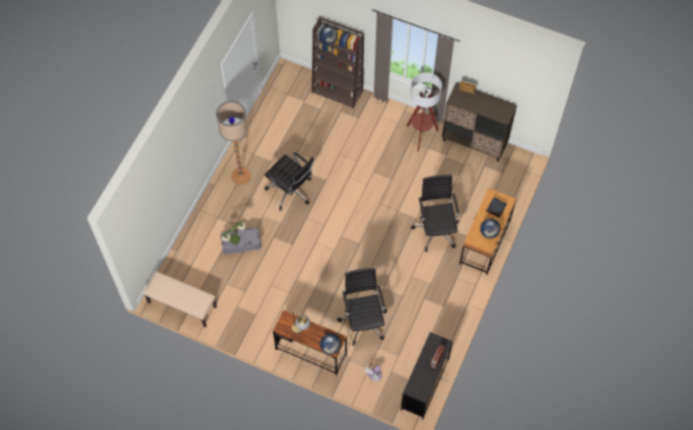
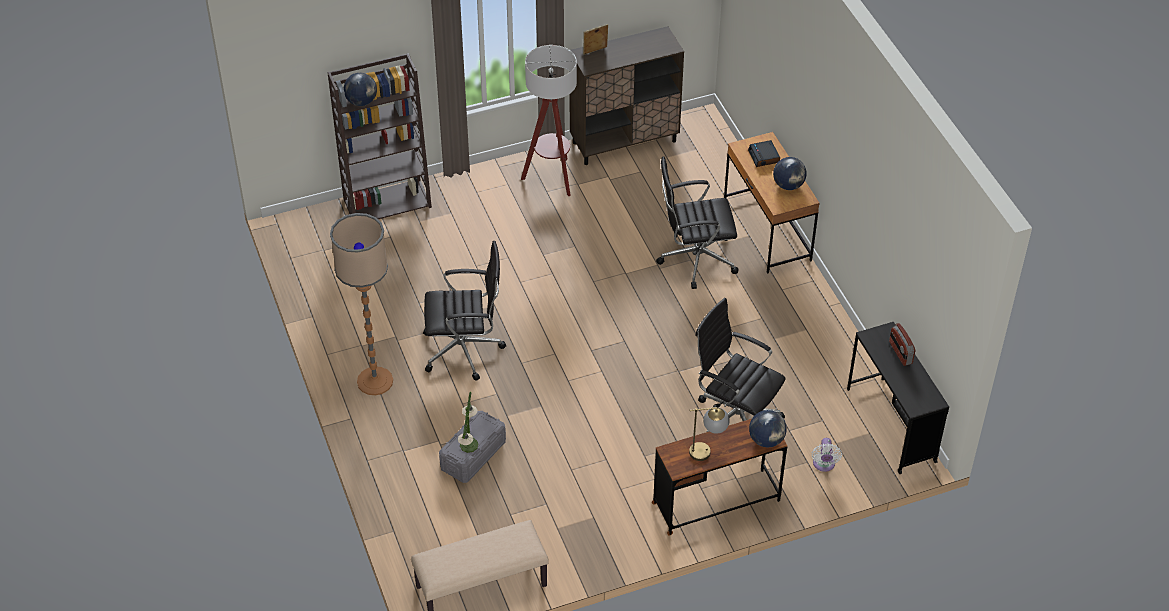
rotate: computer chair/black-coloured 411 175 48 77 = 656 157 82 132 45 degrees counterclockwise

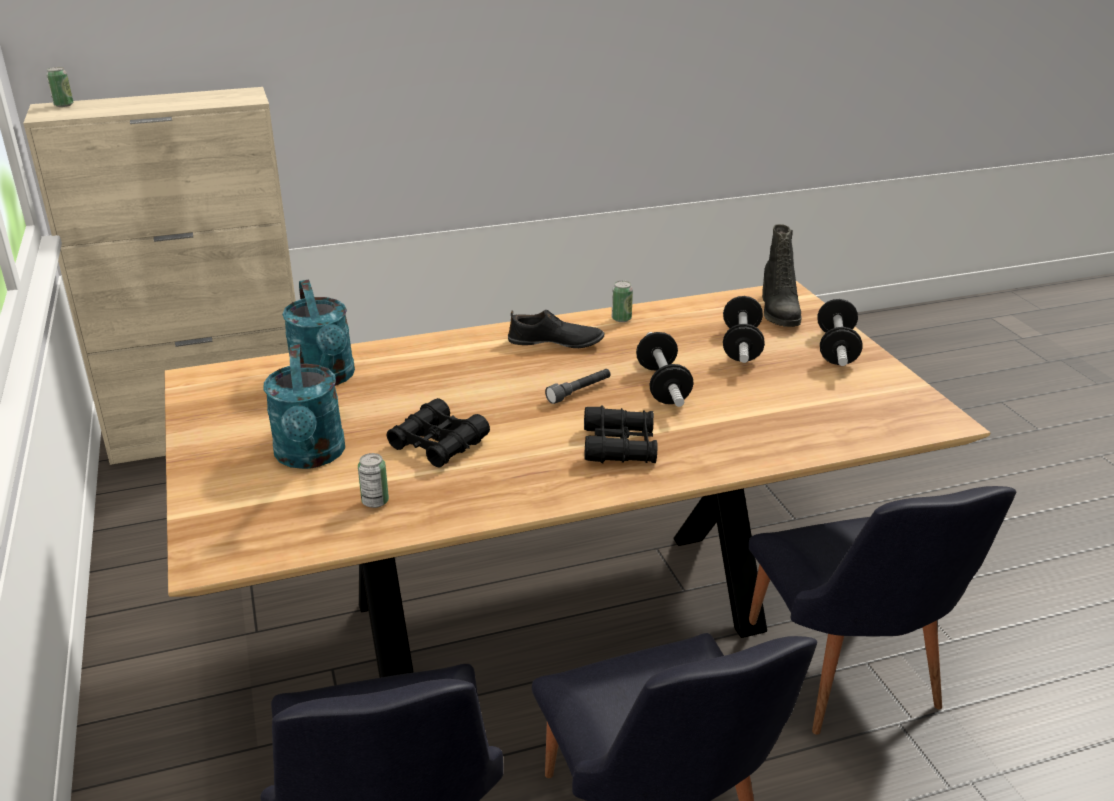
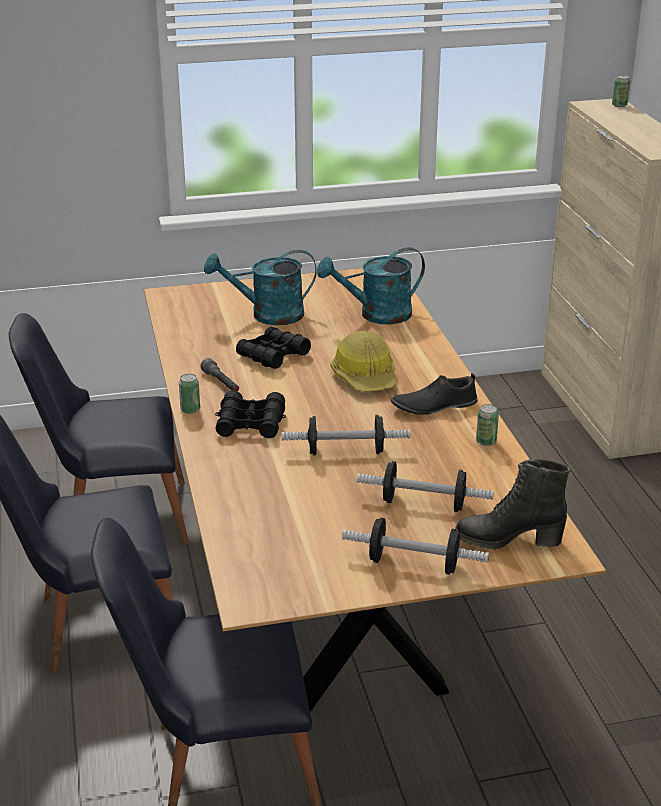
insert: hard hat 330 331 66 60
move: sealed can 358 453 31 55 to 179 374 21 40; hand torch/greyish 545 369 66 35 to 200 358 39 34
rotate: item of footwear/black-coloured 508 310 96 38 = 391 373 87 42 60 degrees clockwise

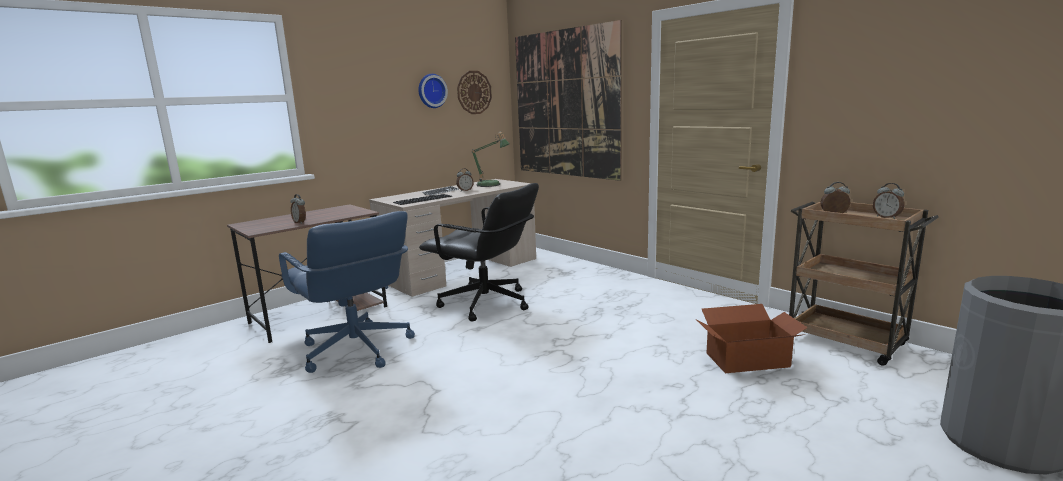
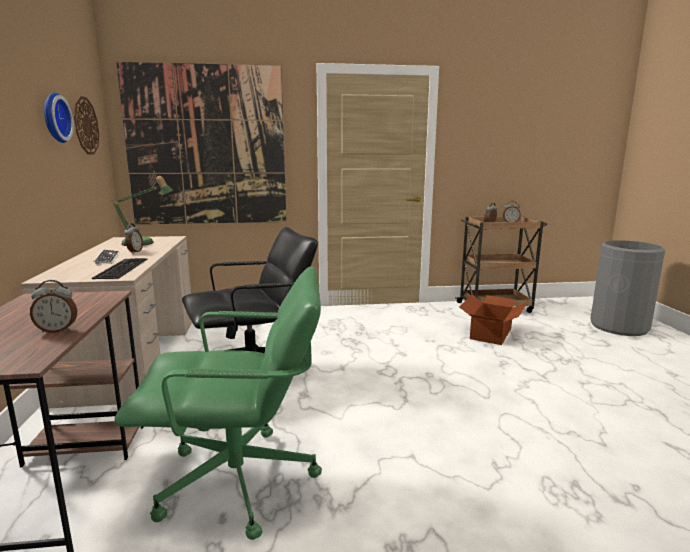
recolor: computer chair/bluish 279 211 136 162 to computer chair/green-coloured 114 266 208 274

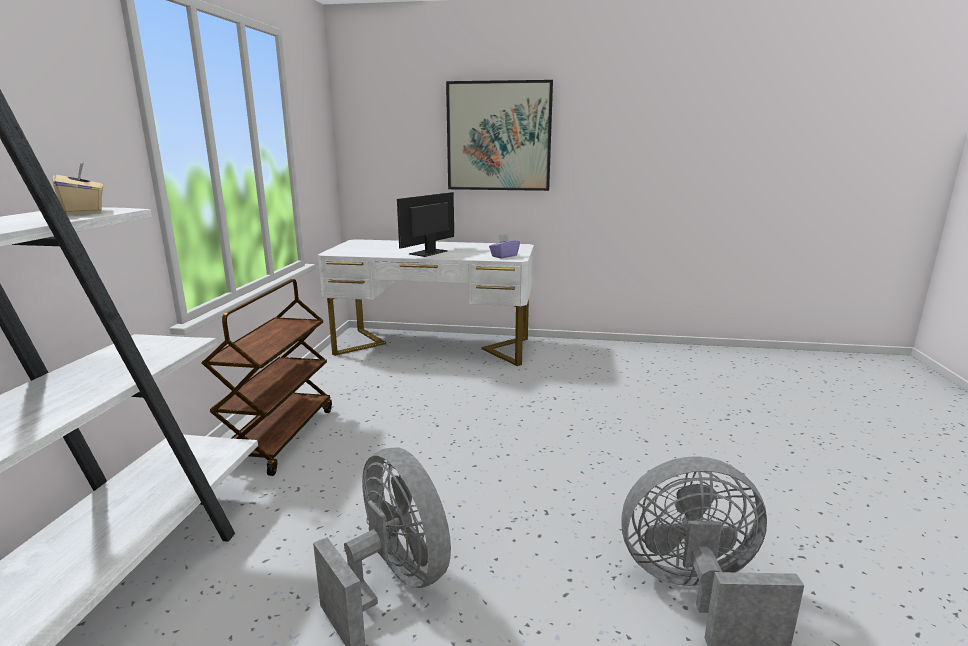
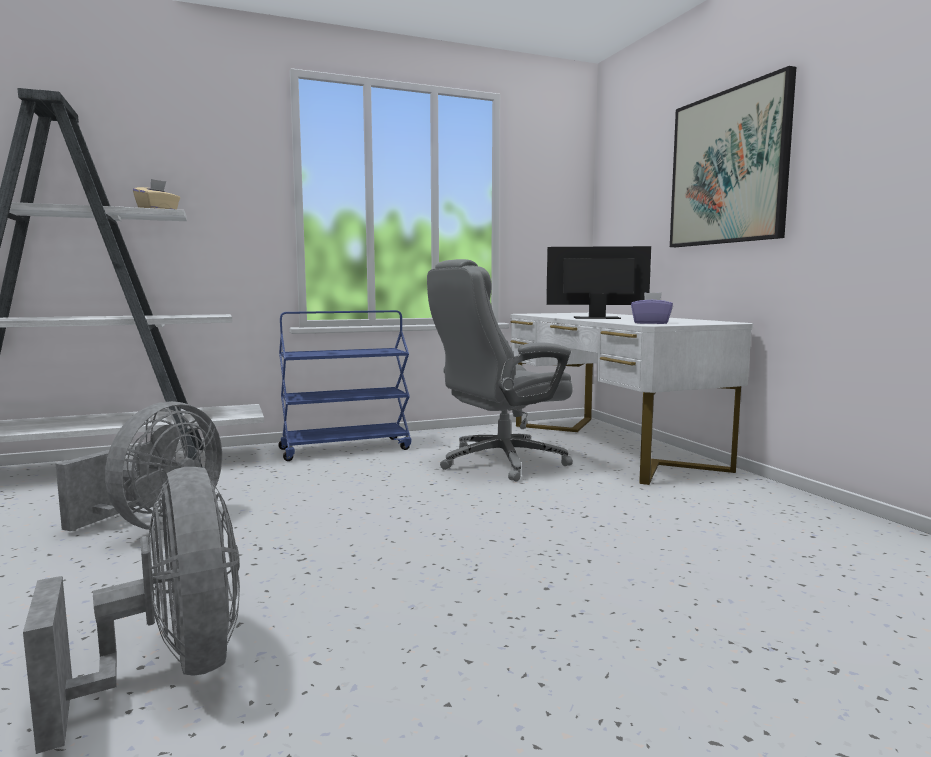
insert: computer chair/greyish 427 259 146 222
recolor: wheeled cart/brownish 202 279 130 197 to wheeled cart/bluish 278 310 134 151

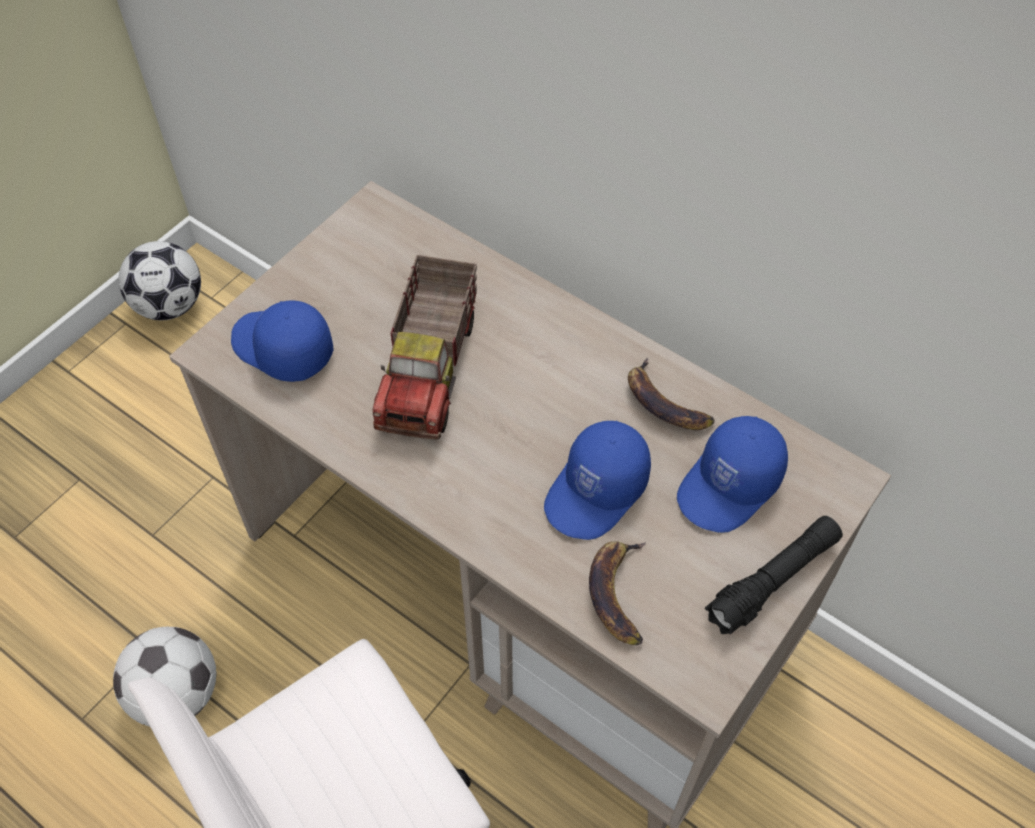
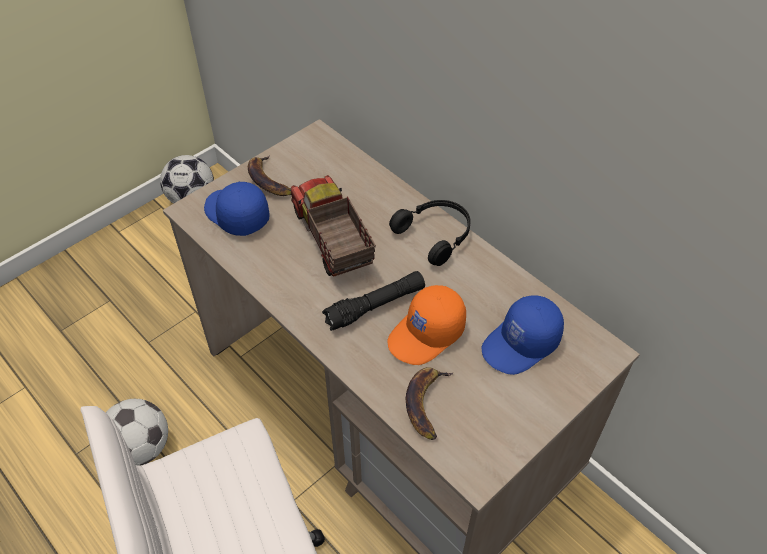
insert: pair of headphones/black-coloured 389 200 82 66
move: banana fruit 628 358 87 72 to 248 156 43 40; hand torch/black-coloured 705 516 138 118 to 322 271 103 60
recolor: baseball cap/bluish 544 421 107 119 to baseball cap/orange-coloured 387 285 79 80
rotate: toy truck 373 255 104 185 = 291 175 85 101 135 degrees clockwise

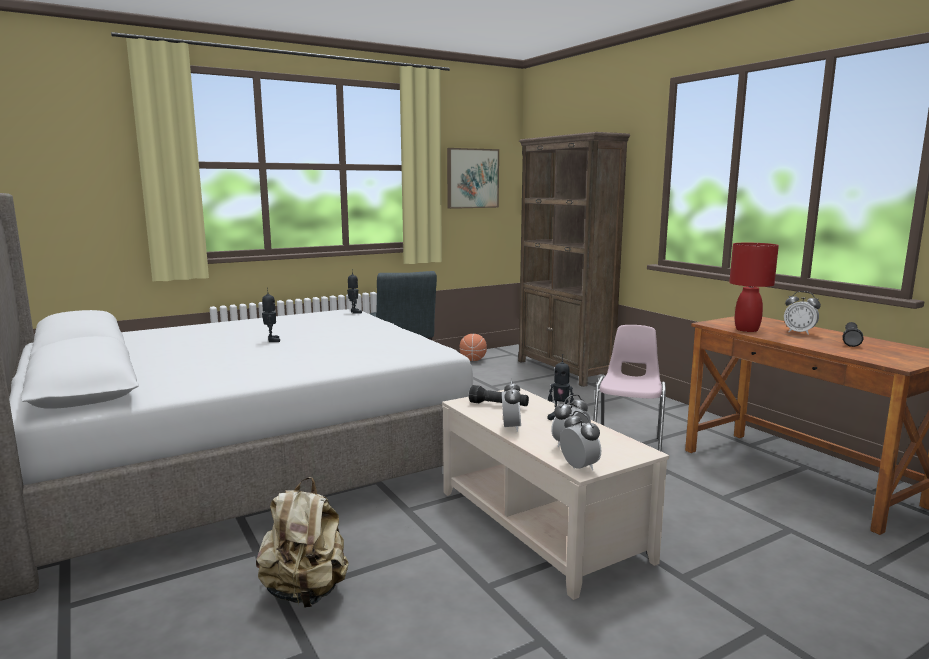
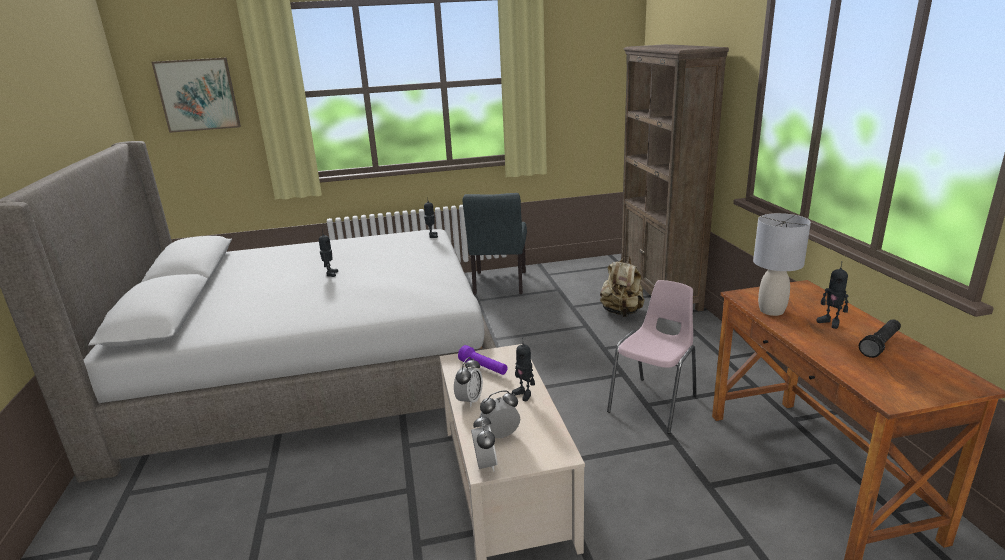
delete: basketball ball 460 334 27 27
move: knapsack/beige 256 477 93 131 to 600 256 44 61; wall art 447 148 52 61 to 152 58 89 75
replace: alarm clock 784 291 37 44 to model robot 816 261 33 68
recolor: hand torch/black-coloured 469 385 60 21 to hand torch/purple-coloured 458 345 50 30; lamp for a table/red-coloured 729 243 50 89 to lamp for a table/greyish 753 213 58 103

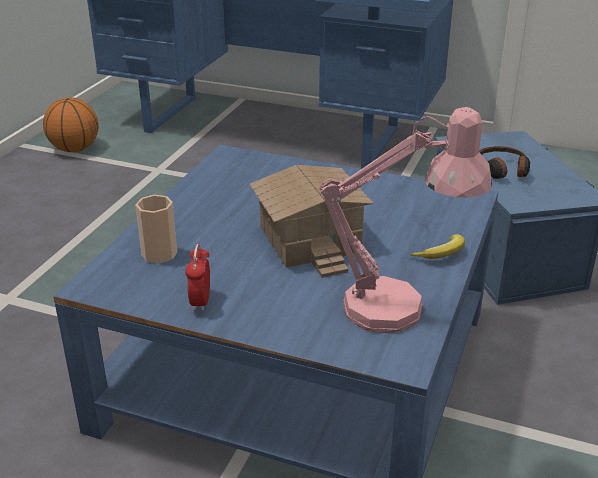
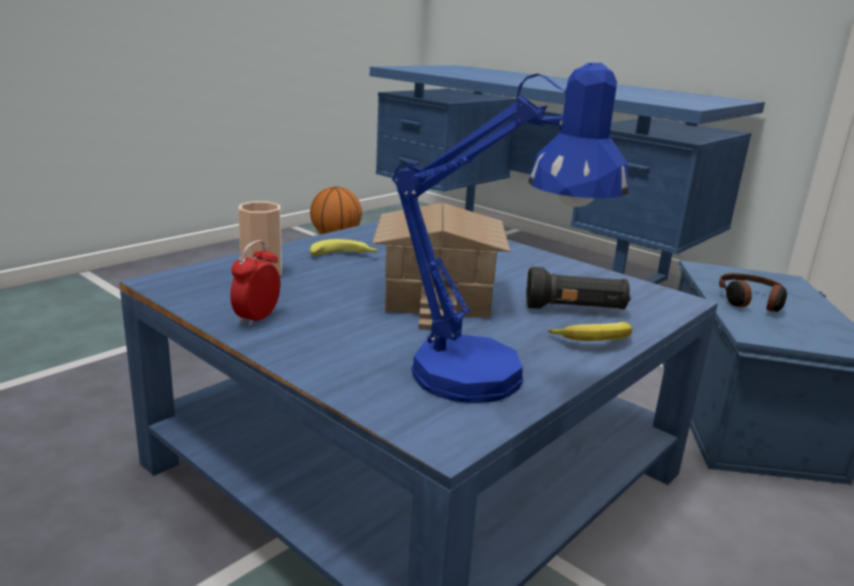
insert: banana fruit 310 239 69 17; hand torch/black-coloured 526 267 105 42
recolor: lamp for a table/pink-coloured 319 107 173 226 to lamp for a table/bluish 392 63 236 340

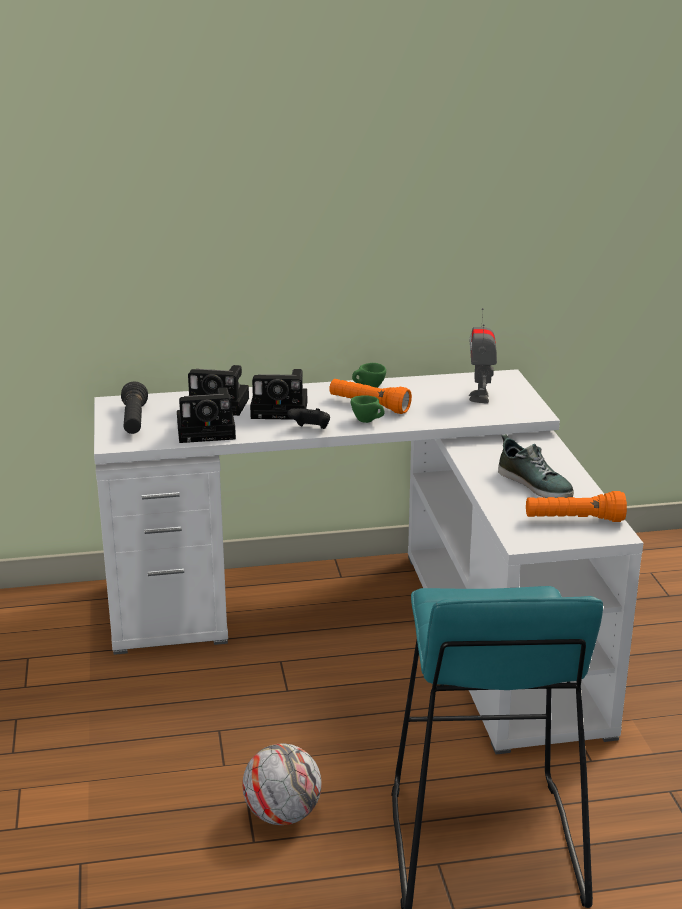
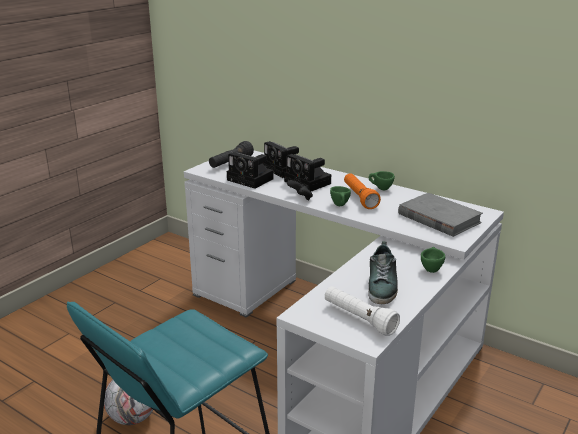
insert: drinking cup/green-coloured 421 247 24 26
replace: model robot 469 308 28 95 to volume/greyish 398 193 85 44
recolor: hand torch/orange-coloured 526 491 101 31 to hand torch/white-coloured 325 286 75 50

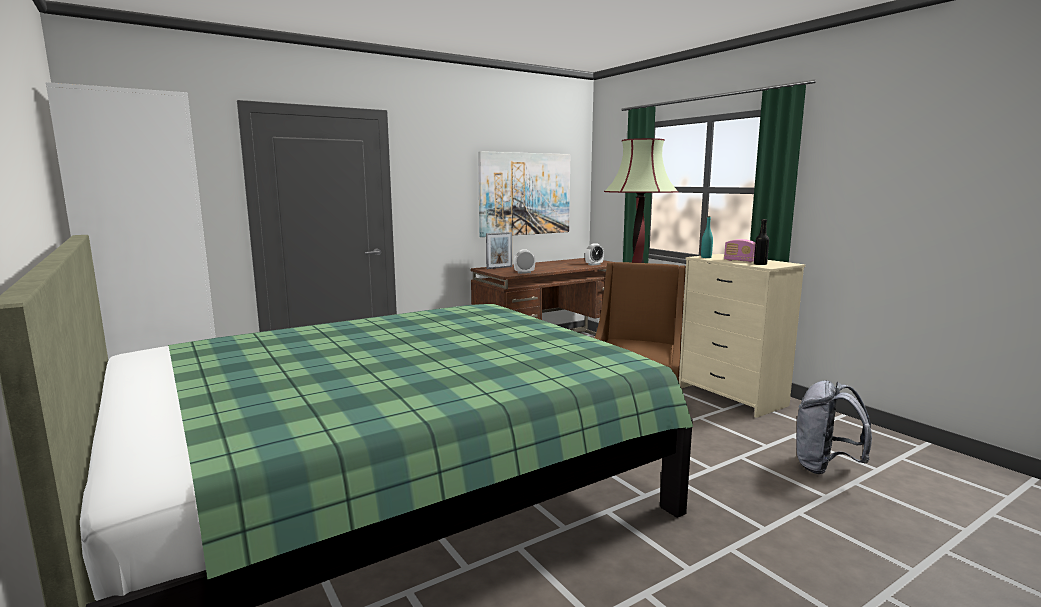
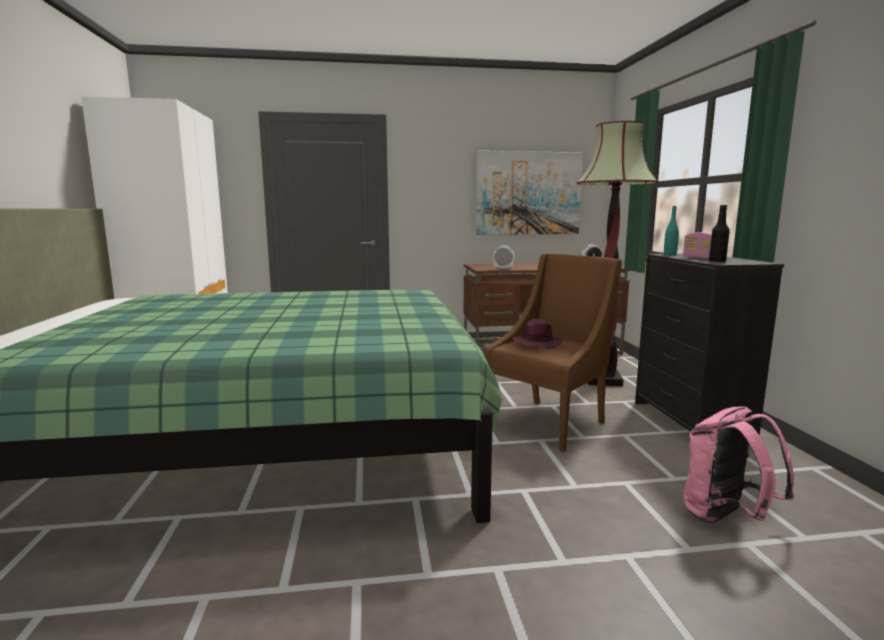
delete: picture frame 486 232 26 37
insert: clothing hat/purple-coloured 513 319 50 30
recolor: dresser/beige 679 254 126 164 to dresser/black-coloured 635 253 149 182; knapsack/greyish 796 380 76 94 to knapsack/pink-coloured 684 406 110 117

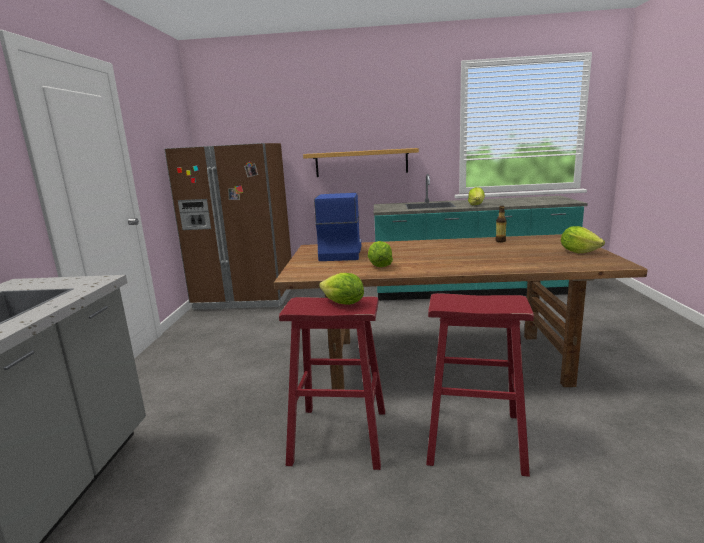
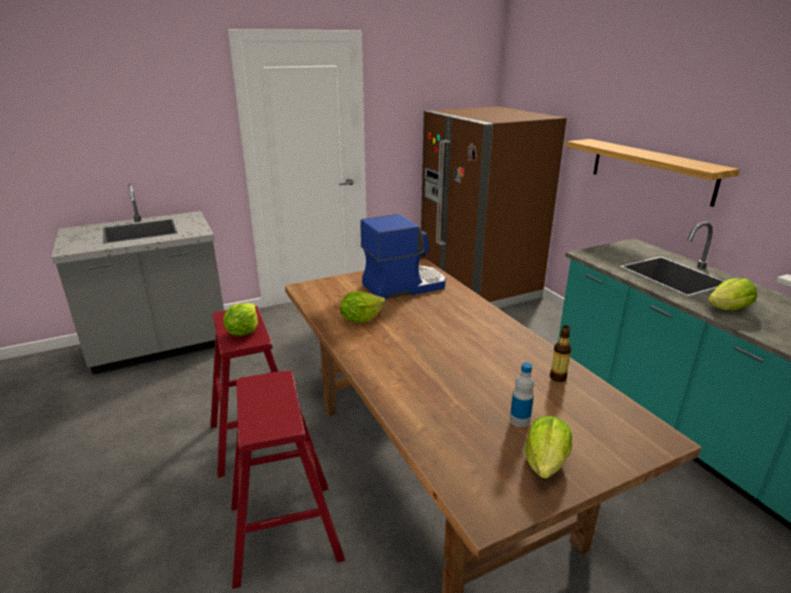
insert: bottle 510 362 24 65

